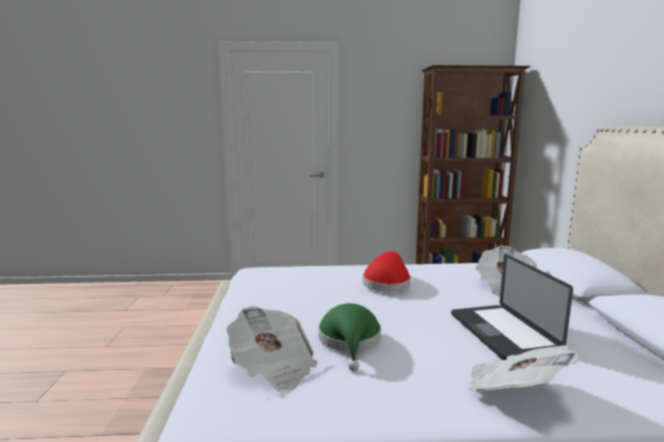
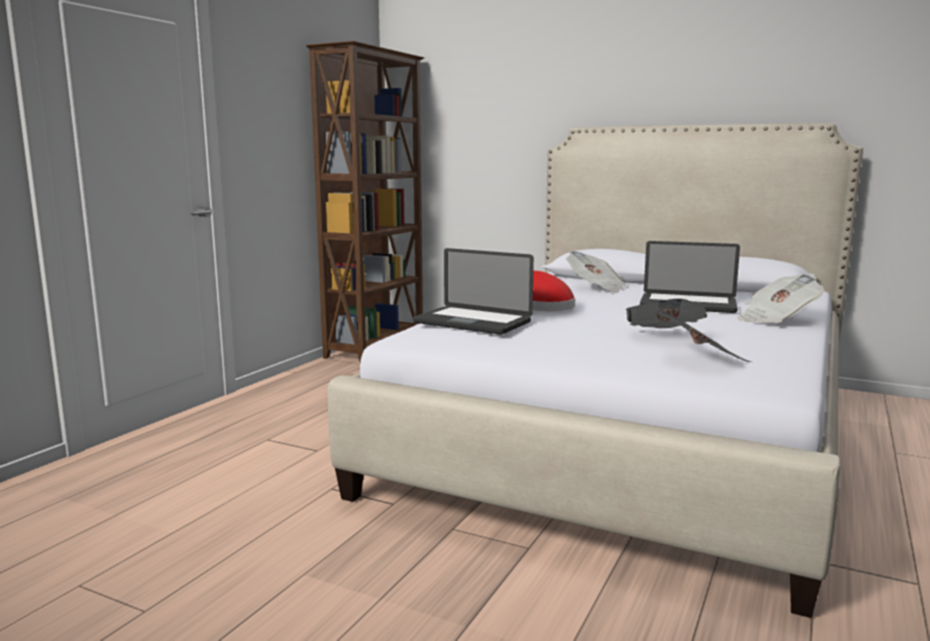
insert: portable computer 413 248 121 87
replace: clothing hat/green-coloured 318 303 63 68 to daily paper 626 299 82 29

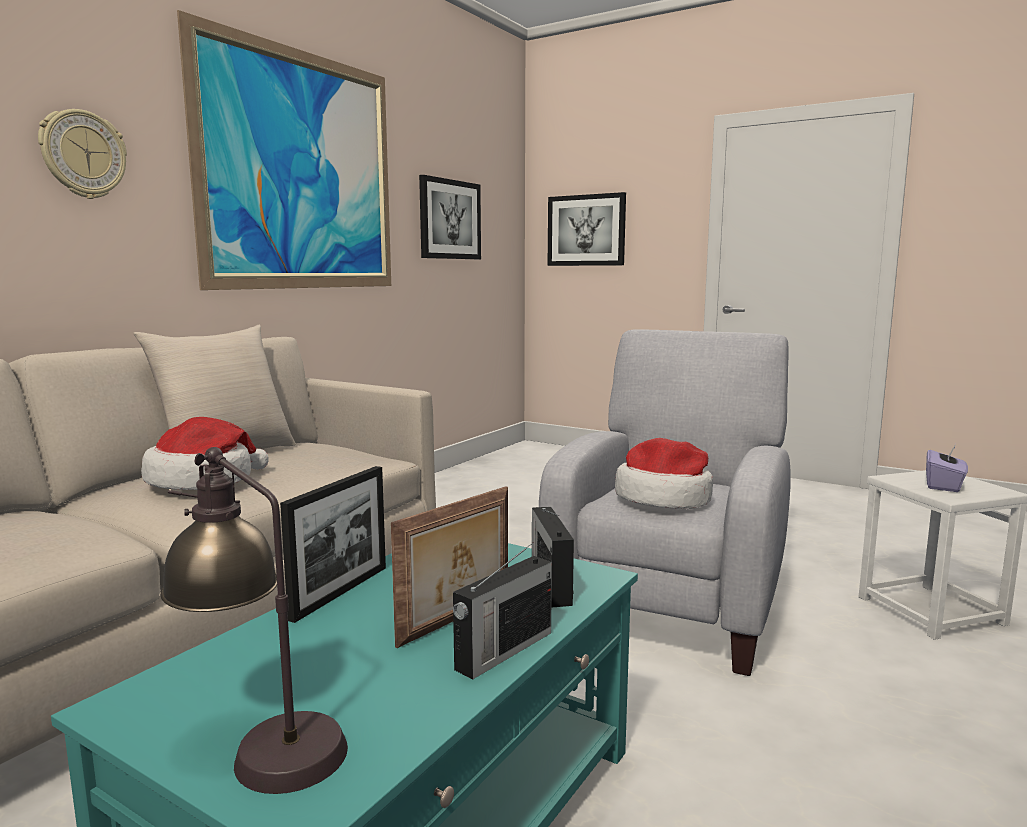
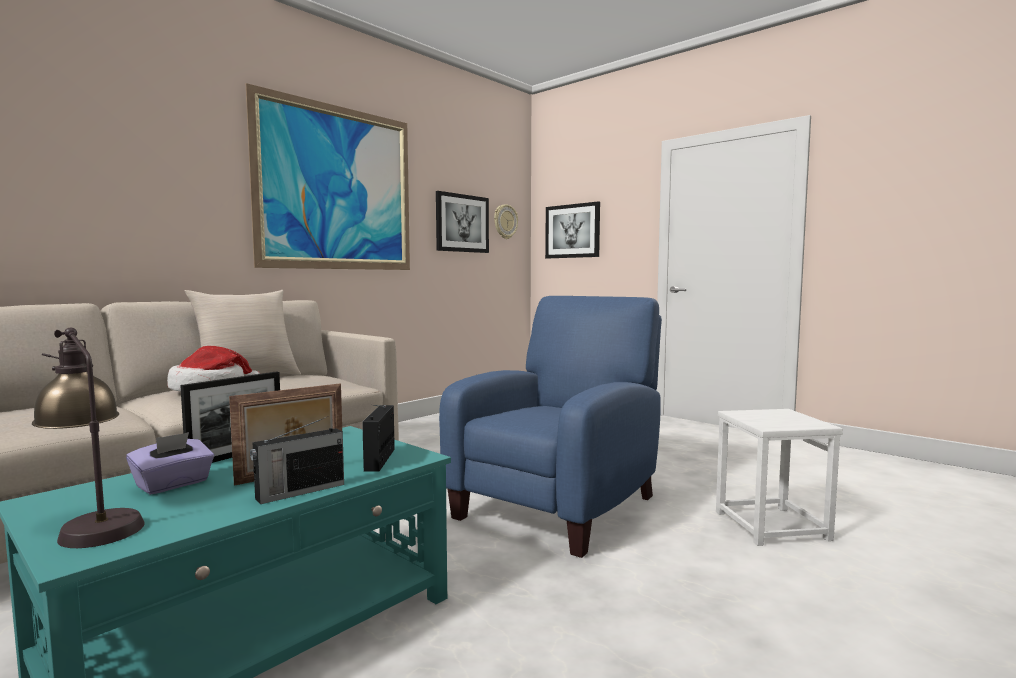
delete: clothing hat 615 438 98 71
move: wall clock 38 109 89 90 to 494 204 24 35; tissue holder/purple-coloured 926 446 42 46 to 126 432 88 63
recolor: armchair/greyish 539 329 252 347 to armchair/bluish 439 296 223 262

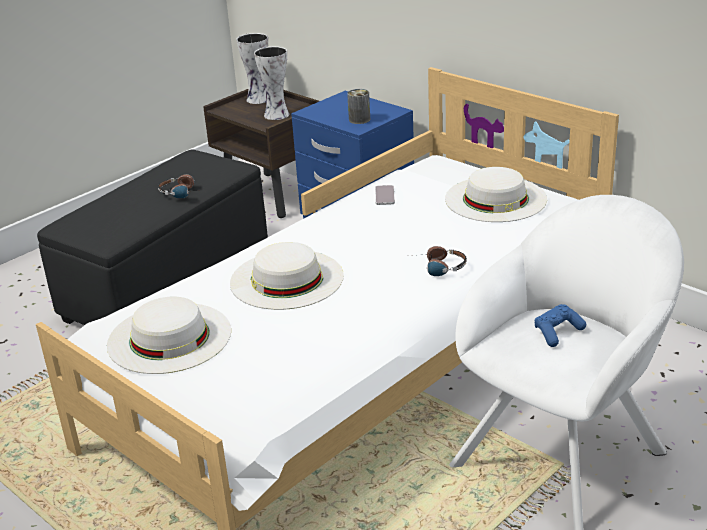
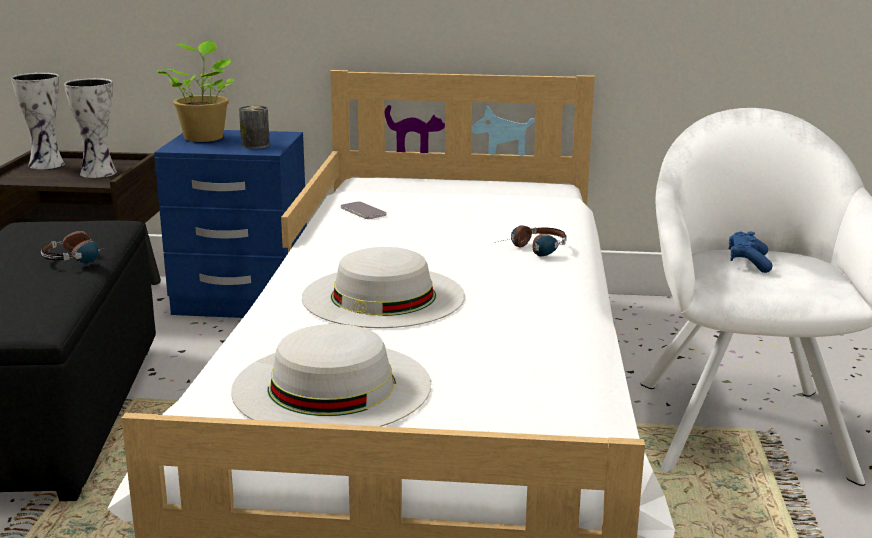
delete: clothing hat/white-coloured 445 167 102 55
insert: plant in a pot 157 40 77 102

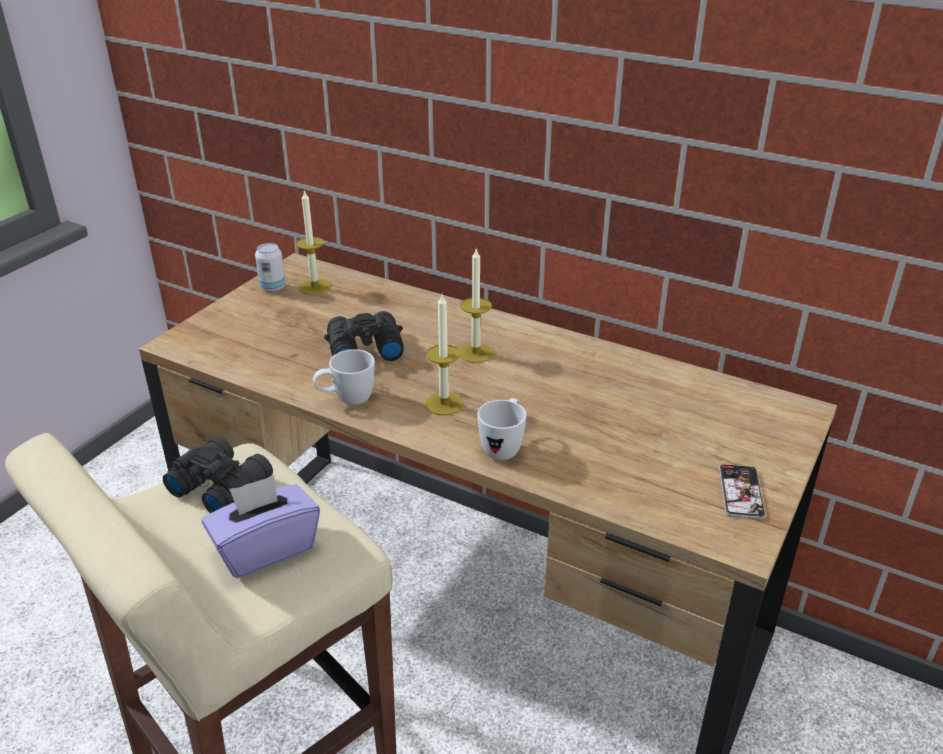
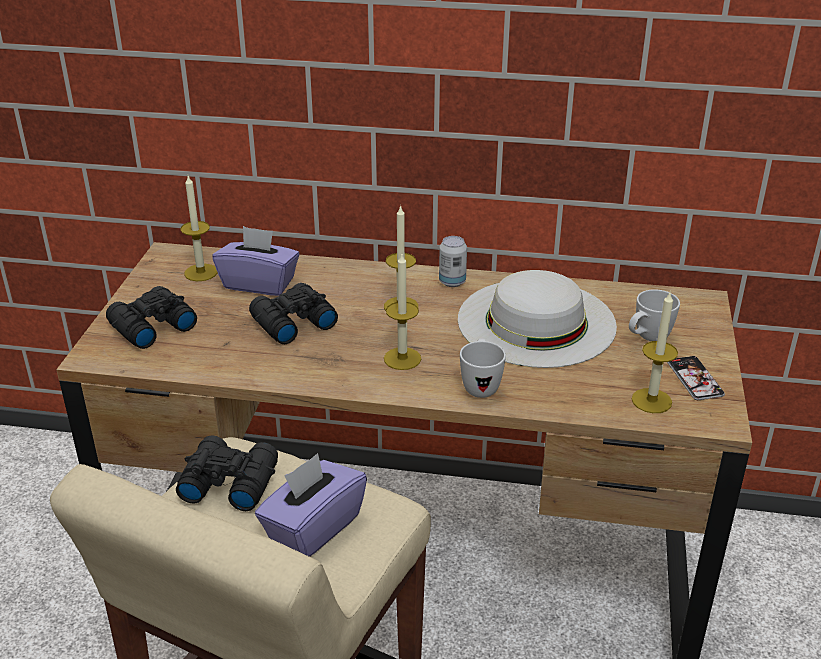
insert: binoculars/black-coloured 106 286 91 63; tissue holder/purple-coloured 212 226 88 70; clothing hat/white-coloured 458 270 159 98; wax light 632 291 46 122
move: sealed can 255 243 31 49 to 439 236 28 51; coffee mug/white-coloured 313 349 62 56 to 629 289 51 52

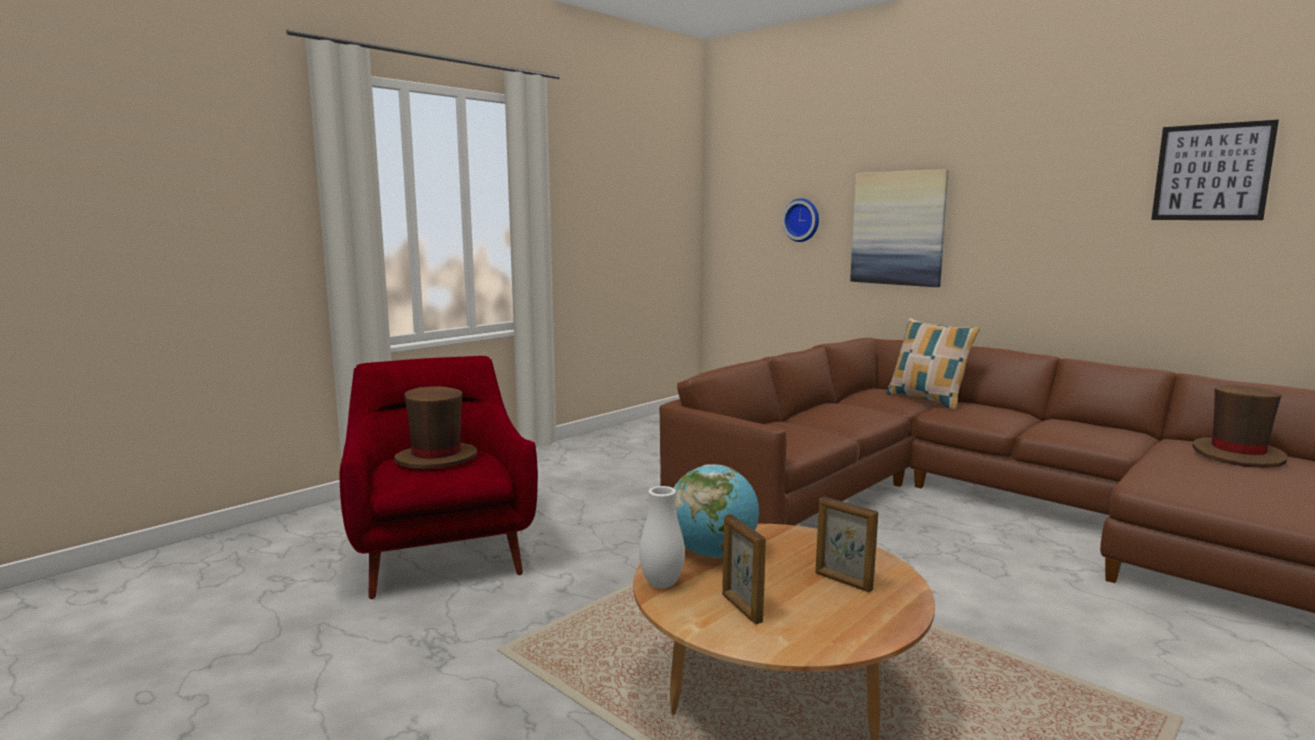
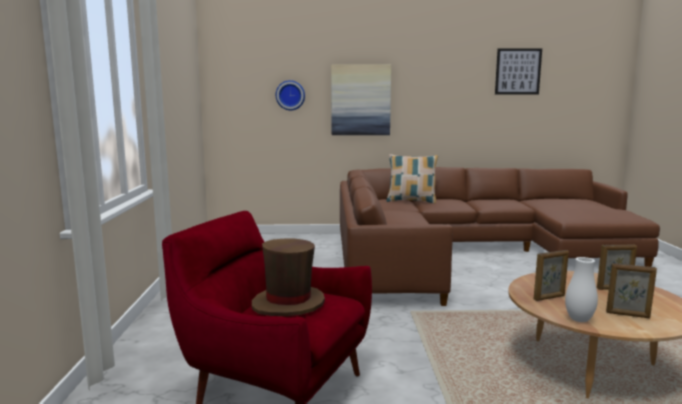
delete: clothing hat/brownish 1192 385 95 83
replace: globe 674 464 85 94 to picture frame 533 250 36 51

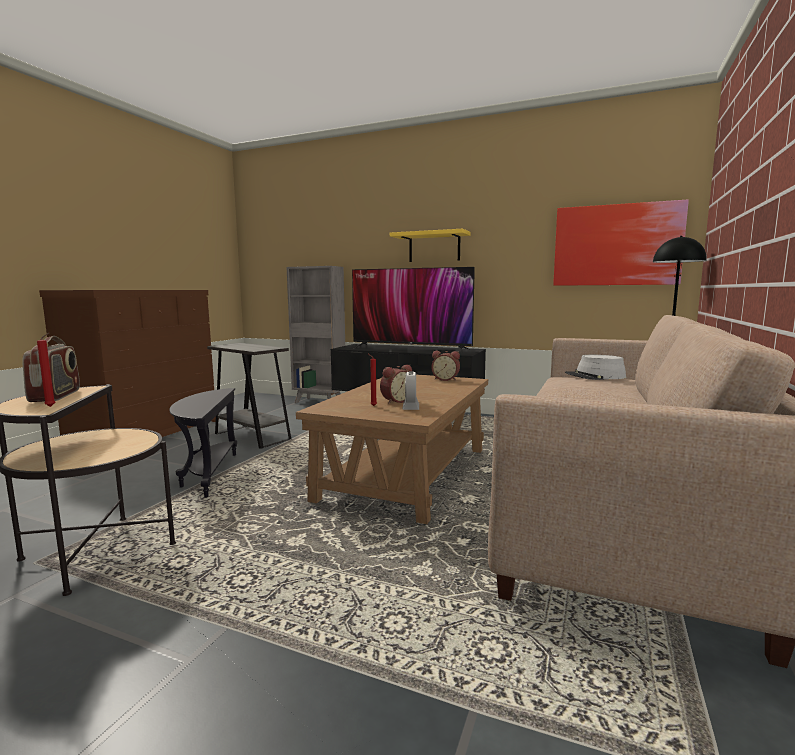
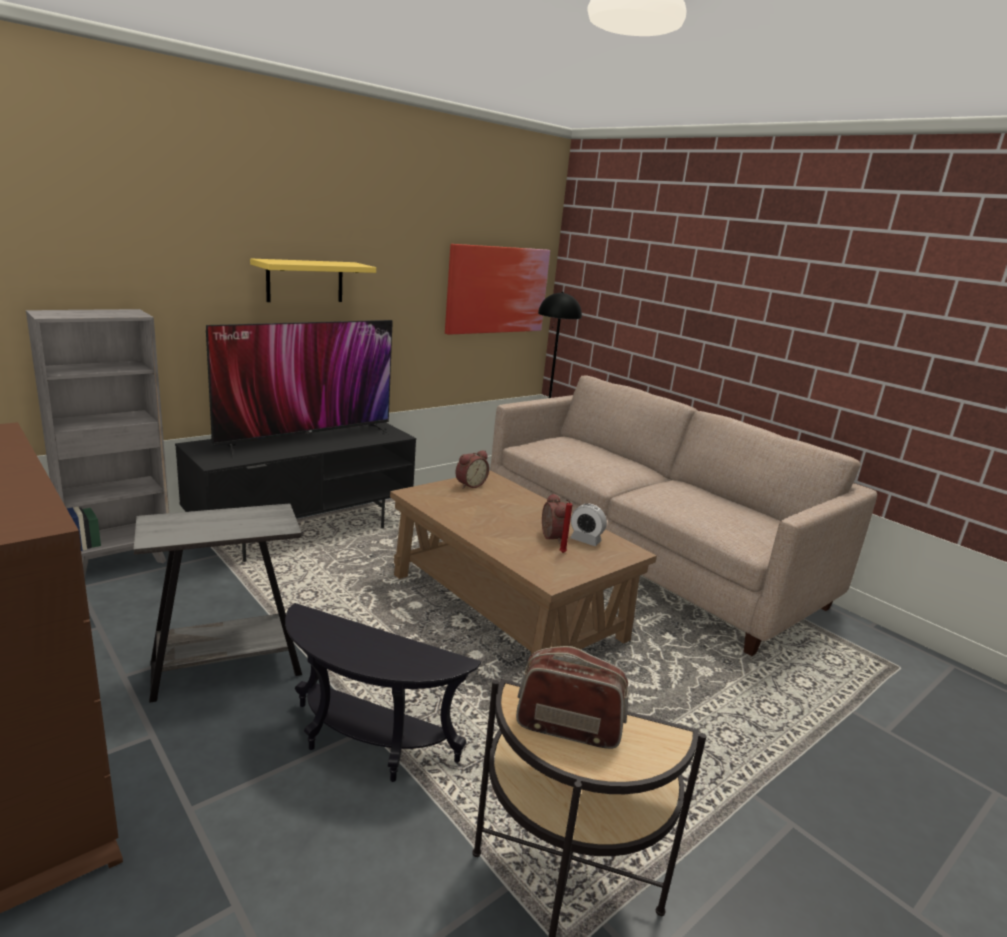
delete: wax light/red-coloured 37 333 18 74; clothing hat/greyish 565 355 61 25

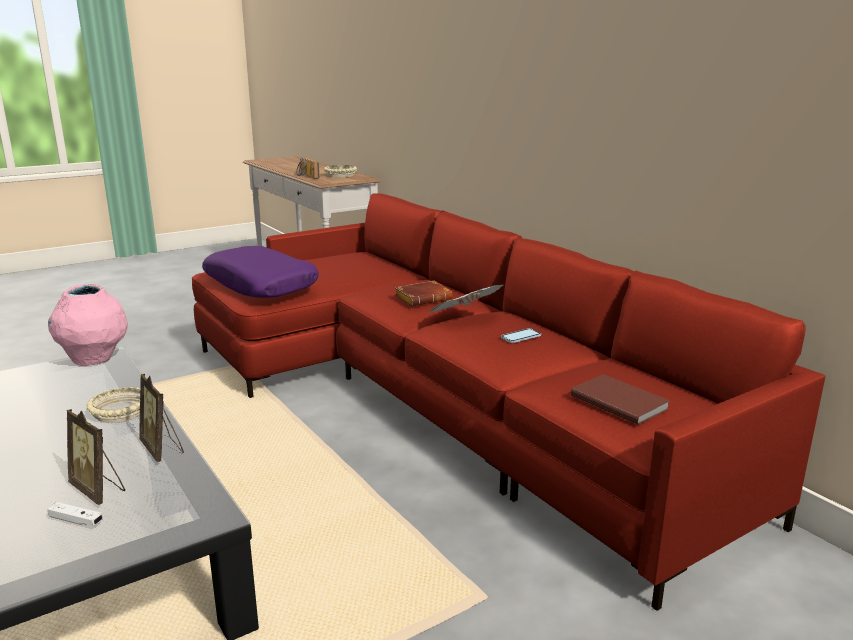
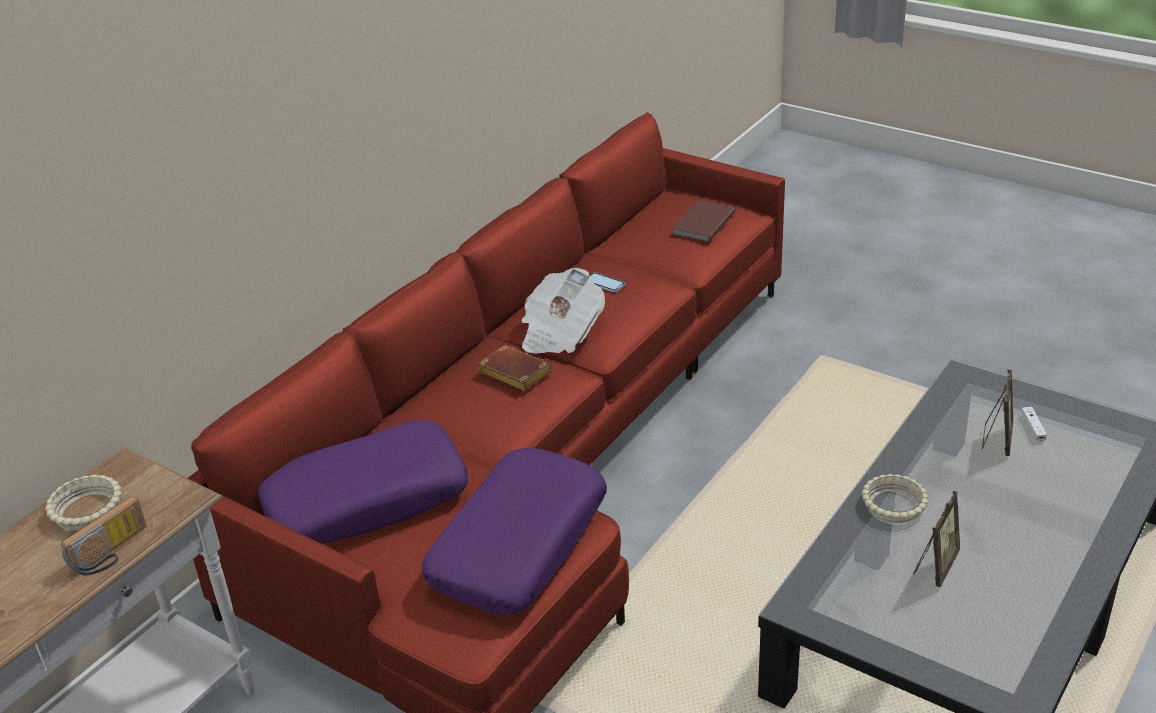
delete: vase/pink-coloured 48 284 80 82
insert: throw pillow/purple-coloured 258 420 210 124
move: picture frame 139 374 45 88 to 913 491 47 96

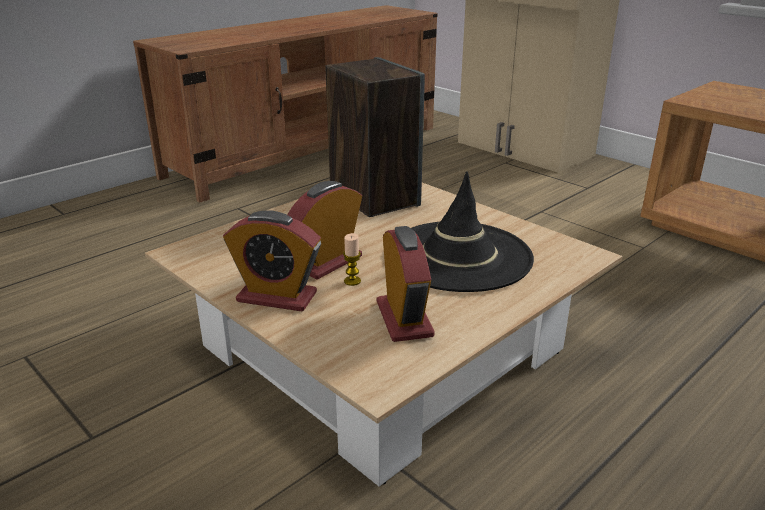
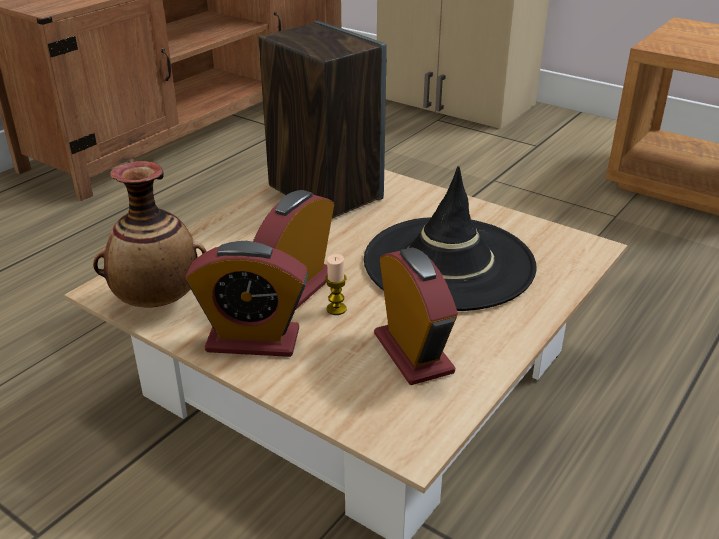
insert: vase 93 161 114 147

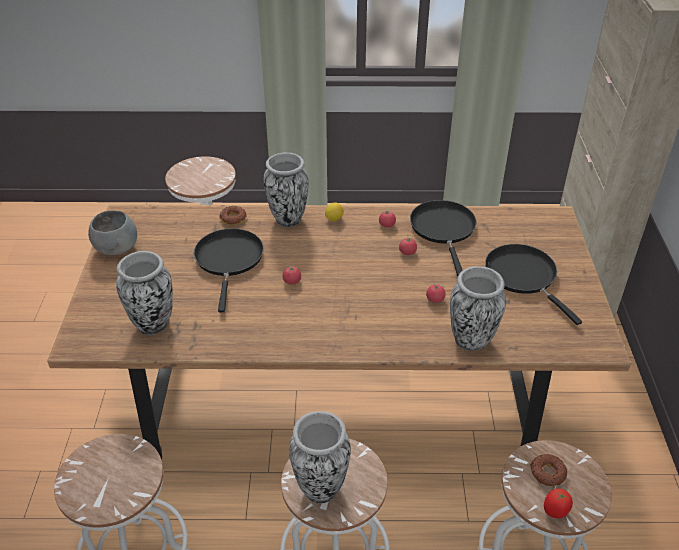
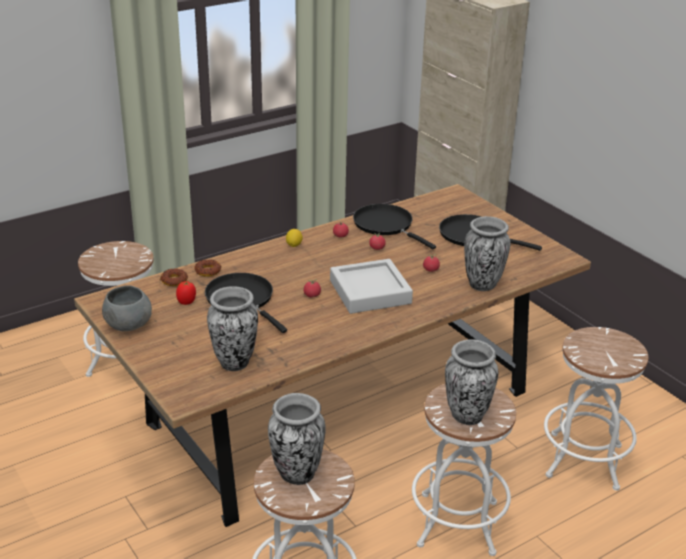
insert: tray/greyish 330 259 83 55
move: vase 263 152 46 75 to 268 393 58 92; donut 530 454 37 32 to 160 268 28 18; whole tomato 544 489 29 29 to 176 281 20 24

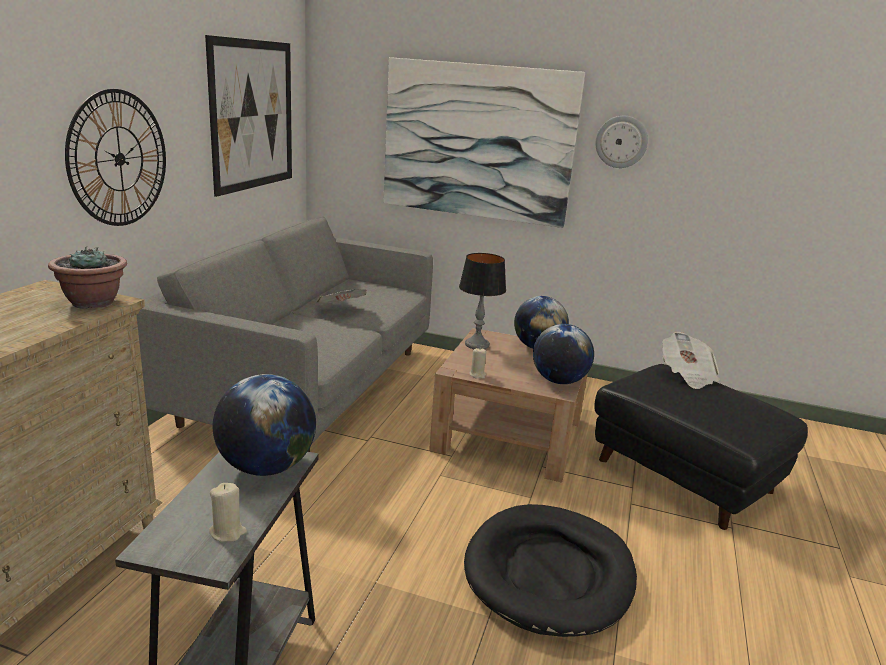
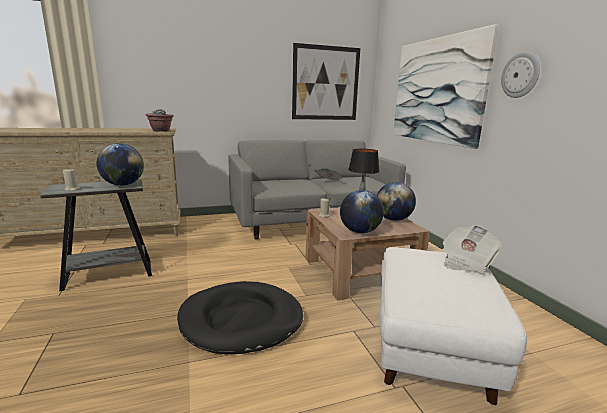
delete: wall clock 65 89 101 137
recolor: pouffe/black-coloured 594 364 214 166 to pouffe/white-coloured 380 247 147 158

